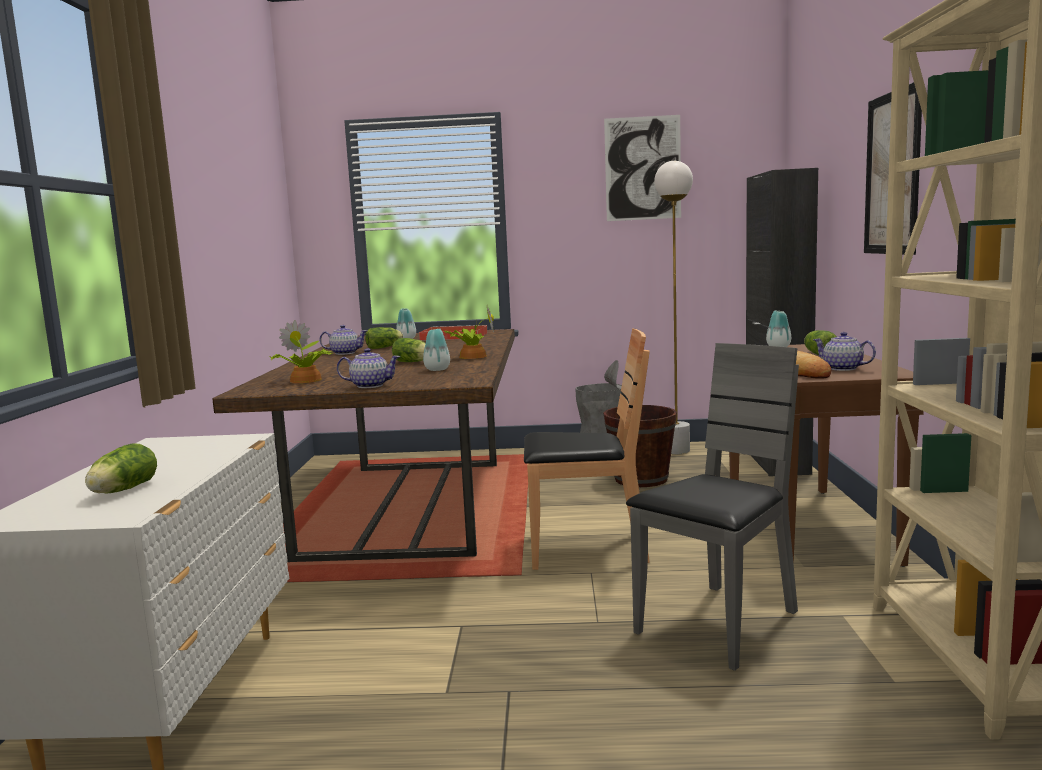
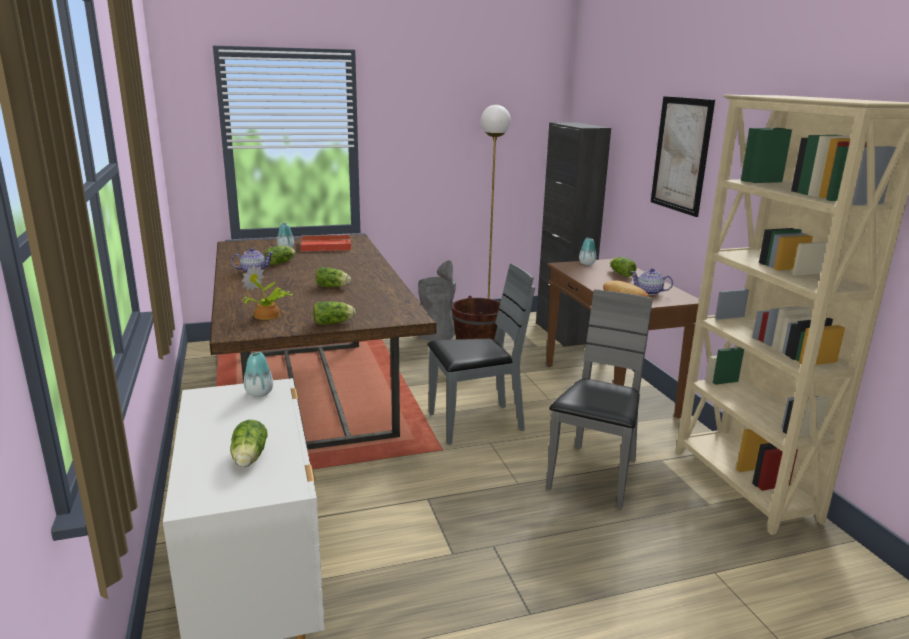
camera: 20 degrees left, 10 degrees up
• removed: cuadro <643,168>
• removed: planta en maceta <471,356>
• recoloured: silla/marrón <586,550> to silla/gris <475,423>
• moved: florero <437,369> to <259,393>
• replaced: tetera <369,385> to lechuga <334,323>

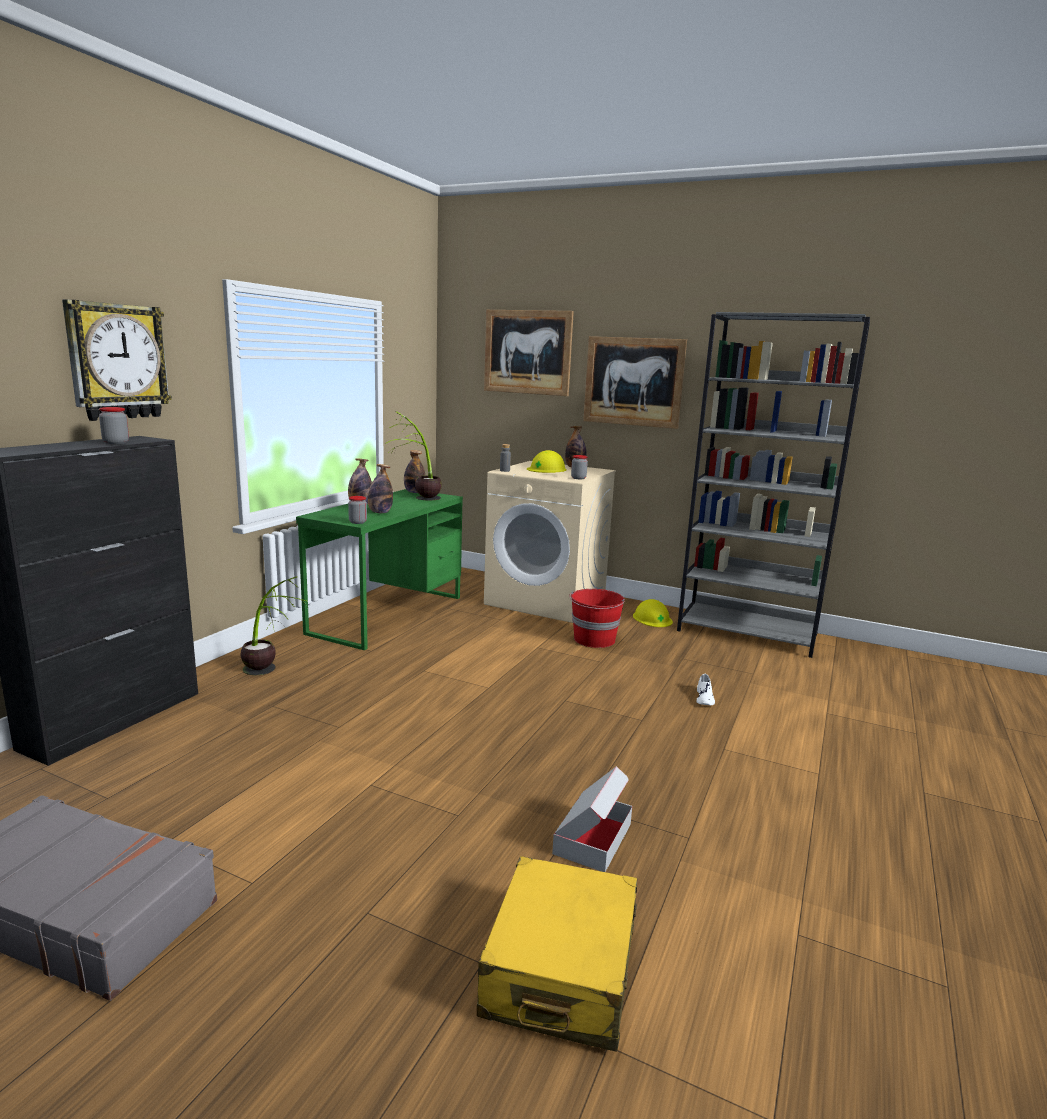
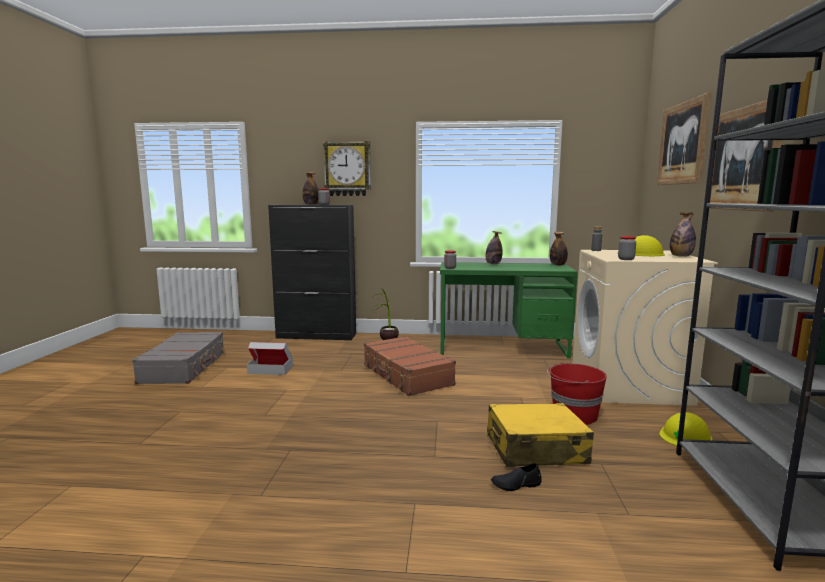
camera: 70 degrees right, 5 degrees down
• removed: planta en maceta <417,500>
• moved: botella <380,512> to <311,204>
• recoloured: zapato/blanco <704,698> to zapato/negro <516,484>
• moved: caja de cartón <592,838> to <270,370>
• moved: maleta/amarillo <560,971> to <535,449>
• added: maleta/marrón <406,375>

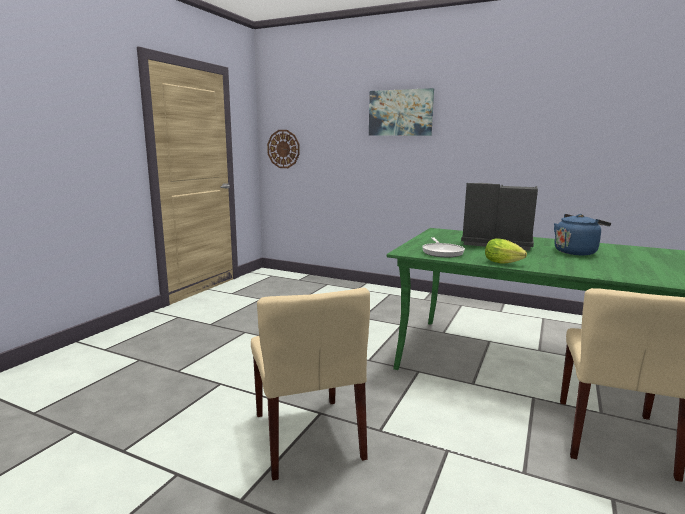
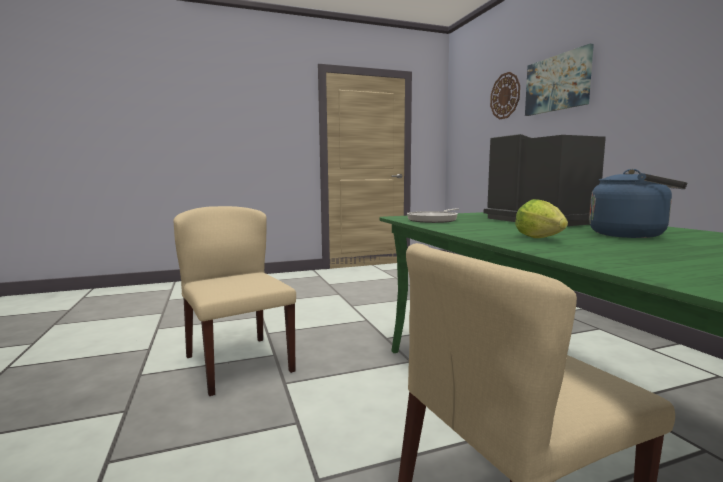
camera: 45 degrees right, 5 degrees down
• moved: reloj de pared <283,149> to <505,96>
• moved: lechuga <504,263> to <542,239>
• turned: silla/beis <308,436> = <238,363> 120 degrees clockwise

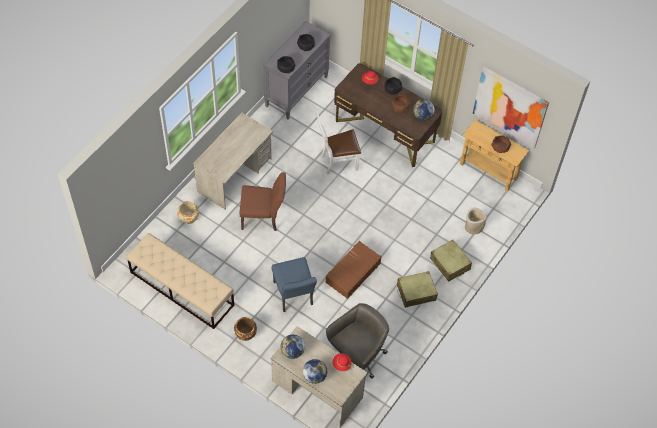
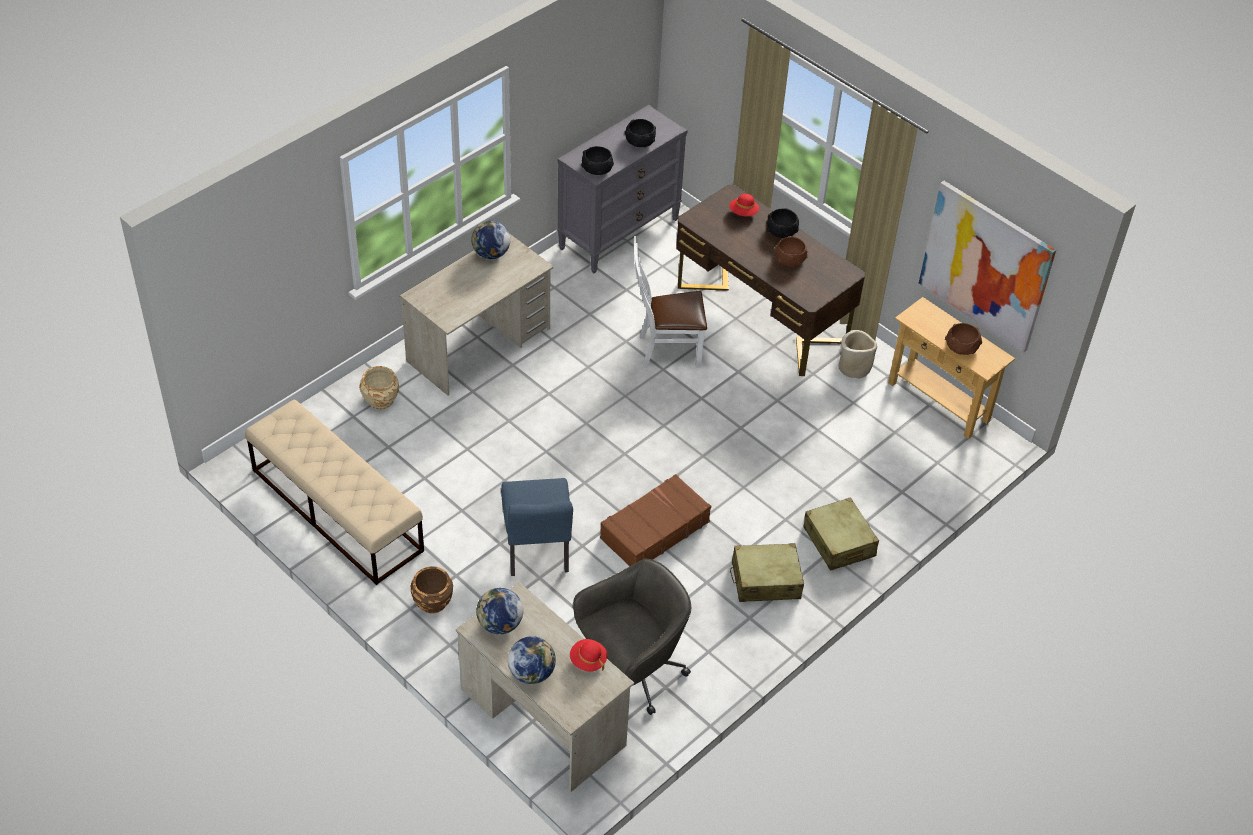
camera: 10 degrees right, 10 degrees down
• moved: globo terráqueo <422,116> to <491,254>
• removed: silla/marrón <263,218>
• moved: maceta/beis <473,227> to <854,367>

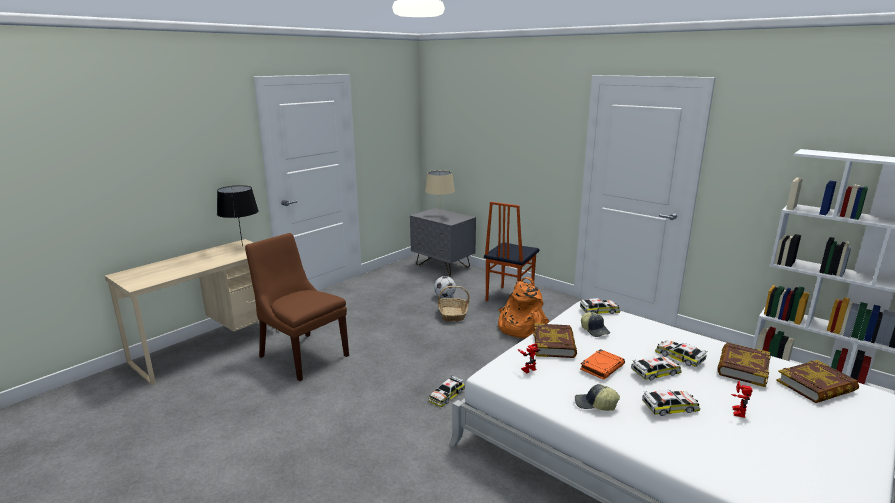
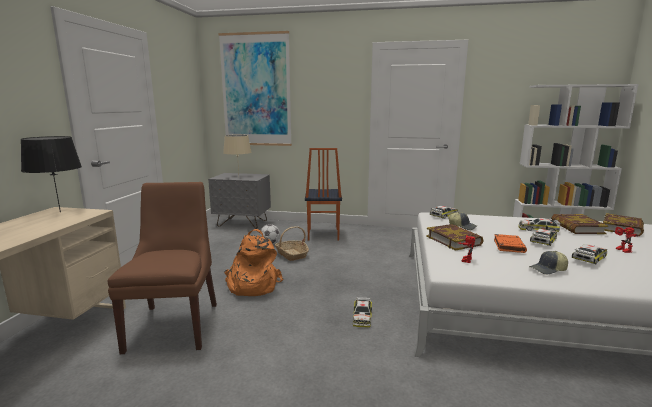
camera: 30 degrees left, 5 degrees down
• turned: silla/marrón <302,355> = <174,325> 75 degrees clockwise
• moved: mochila/naranja <520,327> to <252,286>
• added: cuadro <256,90>

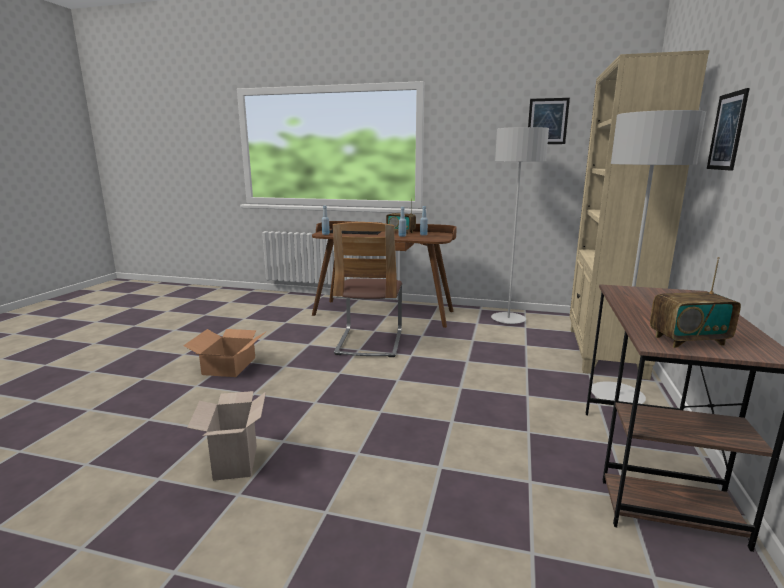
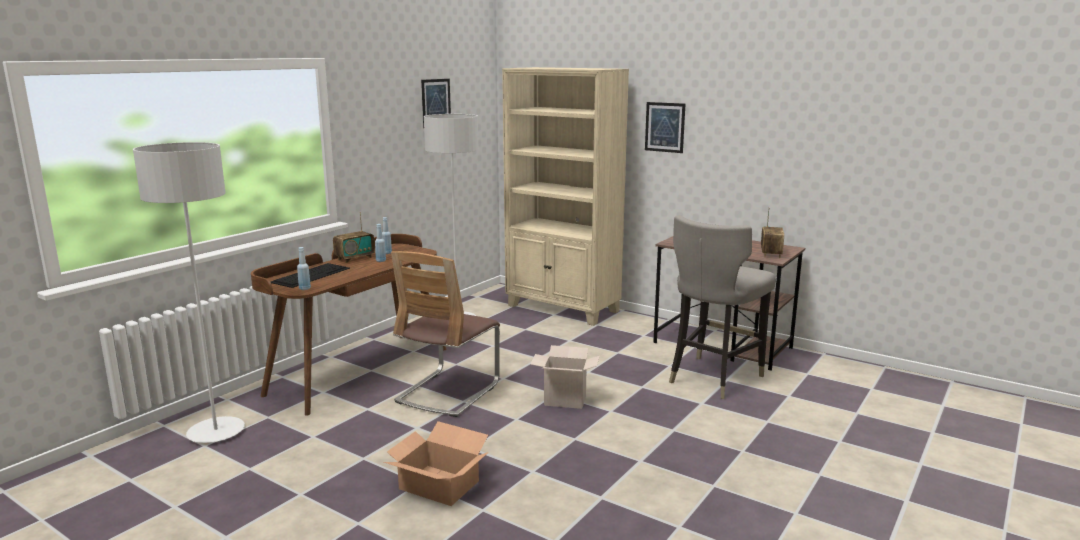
camera: 70 degrees left, 0 degrees up
• moved: lámpara de pie/gris <617,396> to <216,432>
• turned: silla <369,342> = <448,392> 90 degrees clockwise
• moved: caja de cartón <234,461> to <563,401>
• added: taburete/gris <712,378>

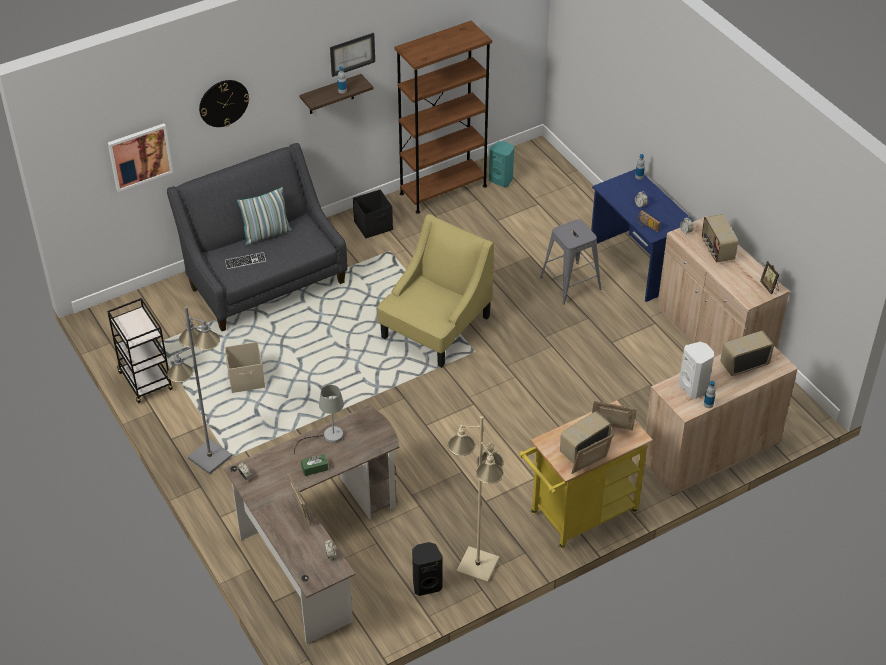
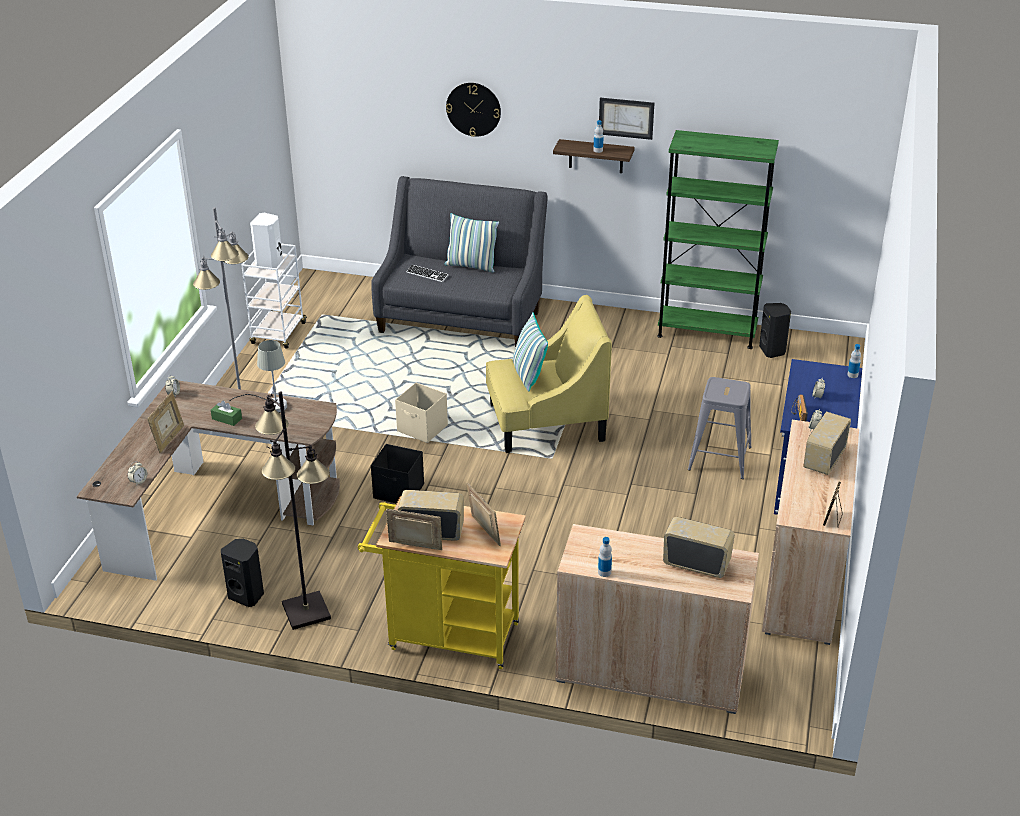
camera: 45 degrees right, 10 degrees down
• recoloured: estantería/marrón <443,190> to estantería/verde <707,332>
• removed: cuadro <140,156>
• recoloured: altavoz/turquesa <501,180> to altavoz/negro <773,351>
• moved: caja de almacenaje/negro <374,226> to <399,492>
• recoloured: carrito/negro <146,382> to carrito/blanco <278,334>
• moved: caja de almacenaje/beis <247,379> to <422,429>
• moved: altavoz/blanco <694,387> to <270,263>
• recoloured: lámpara de pie/beis <477,565> to lámpara de pie/negro <306,611>
• added: cojín <528,375>

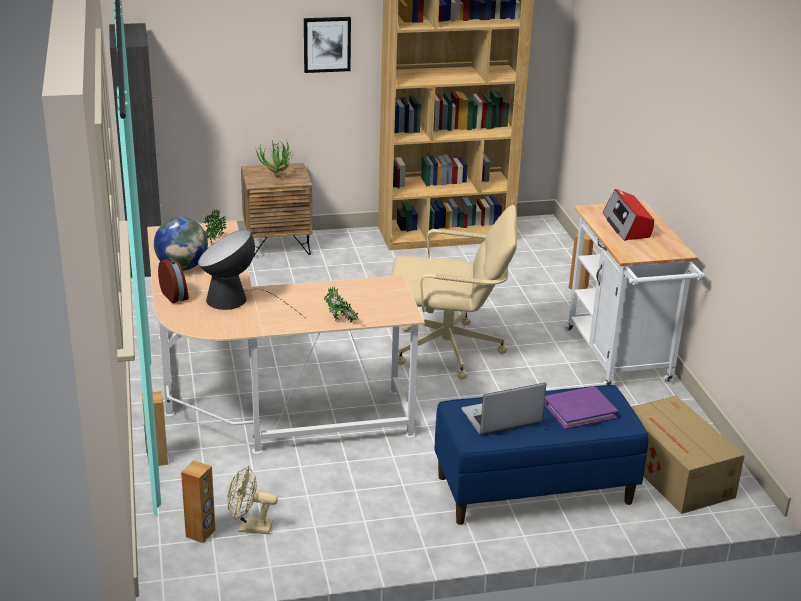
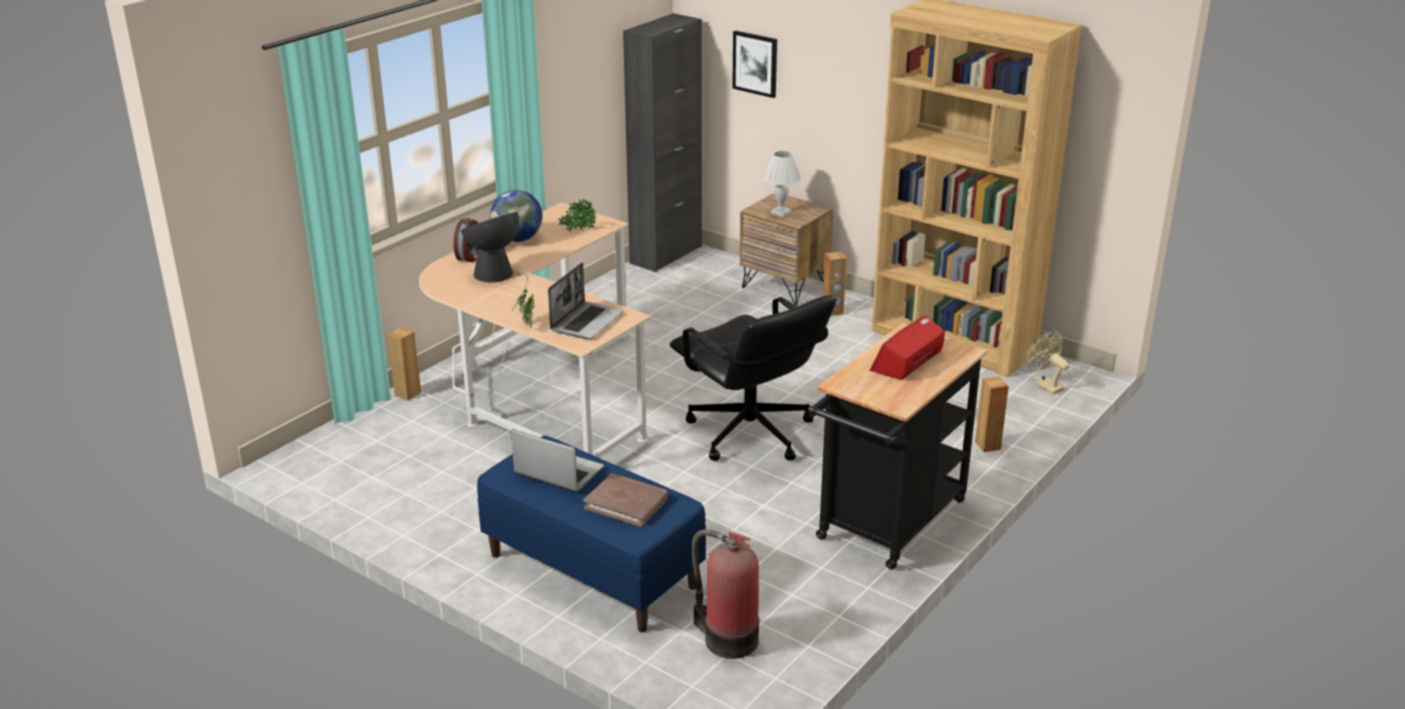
camera: 50 degrees right, 0 degrees up
• moved: cuadro <327,44> to <755,63>
• replaced: planta en maceta <276,179> to lámpara de mesa/blanco <780,212>
• recoloured: carrito/blanco <620,360> to carrito/negro <887,526>
• recoloured: silla de oficina/beis <449,351> to silla de oficina/negro <750,434>
• recoloured: libro/morado <579,410> to libro/marrón <626,503>
• replaced: caja de cartón <675,474> to extintor <727,638>
• moved: altavoz/marrón <201,533> to <832,312>
• moved: ventilador/beis <249,527> to <1044,385>
• added: portátil <586,321>

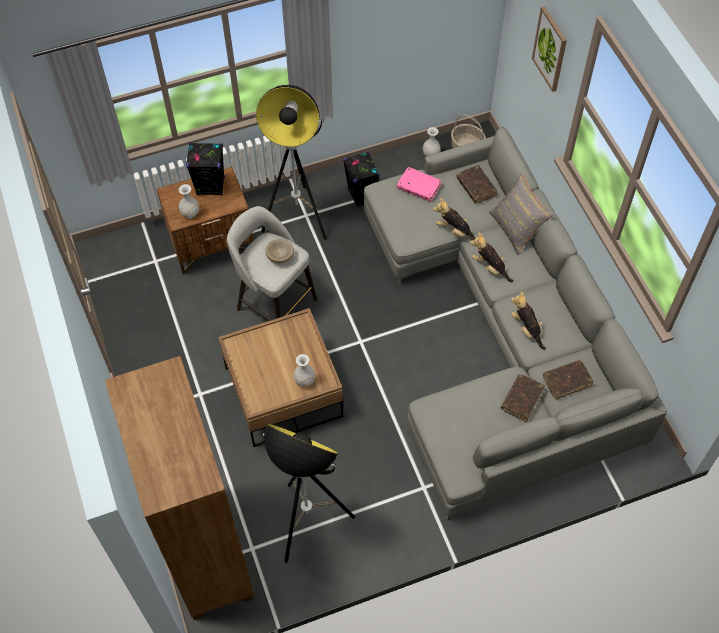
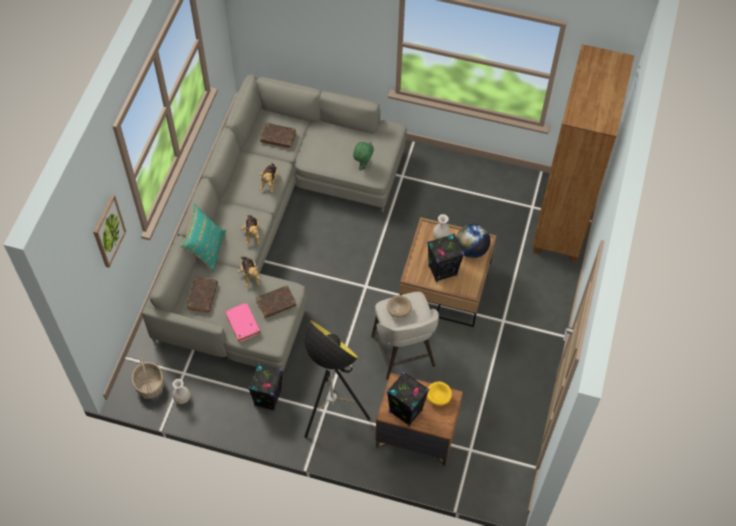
camera: 145 degrees left, 0 degrees up
• recoloured: cojín/gris <517,228> to cojín/turquesa <206,249>
• replaced: florero/blanco <190,213> to cuenco/amarillo <438,397>
• moved: libro/marrón <522,400> to <276,304>
• removed: lámpara de pie <308,523>
• added: peluche/verde <363,165>
• added: globo terráqueo <471,250>
• added: altavoz/negro <442,270>

